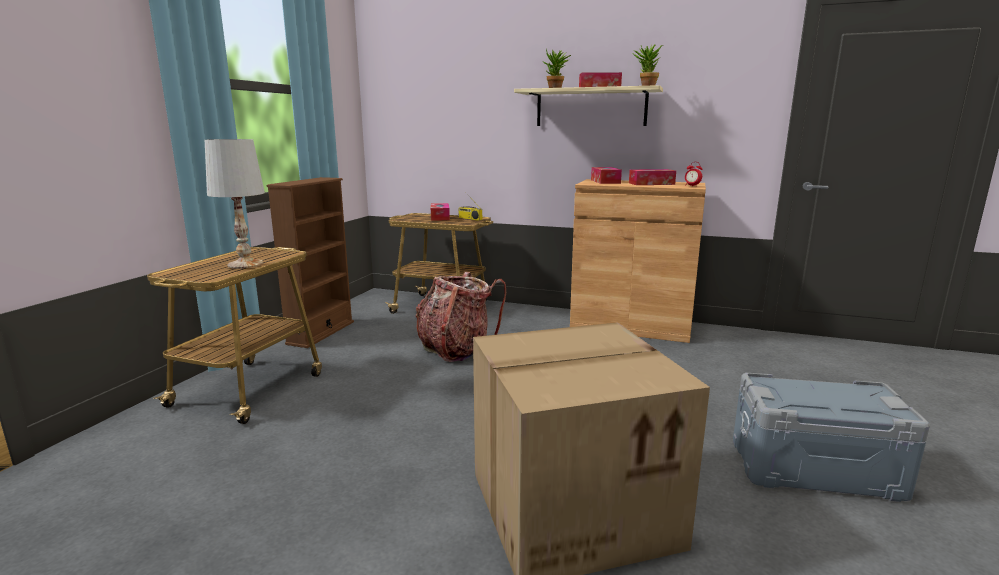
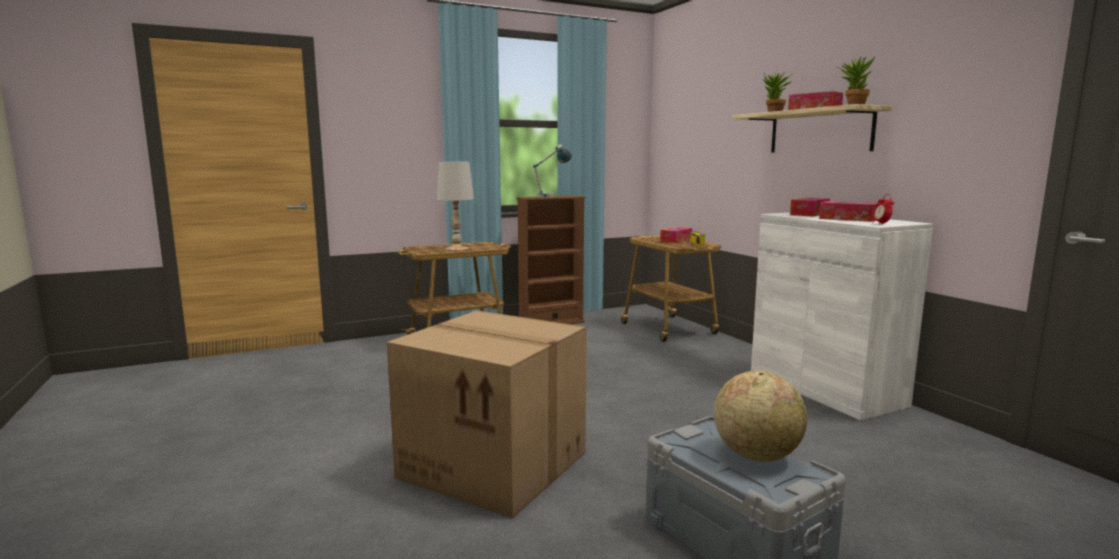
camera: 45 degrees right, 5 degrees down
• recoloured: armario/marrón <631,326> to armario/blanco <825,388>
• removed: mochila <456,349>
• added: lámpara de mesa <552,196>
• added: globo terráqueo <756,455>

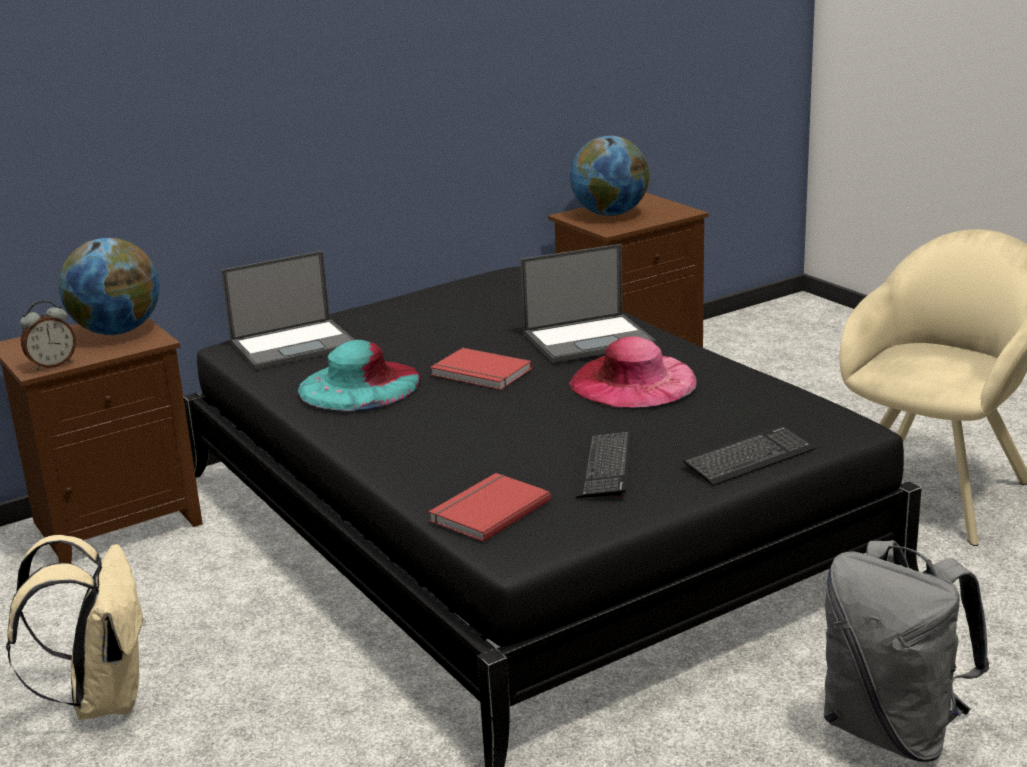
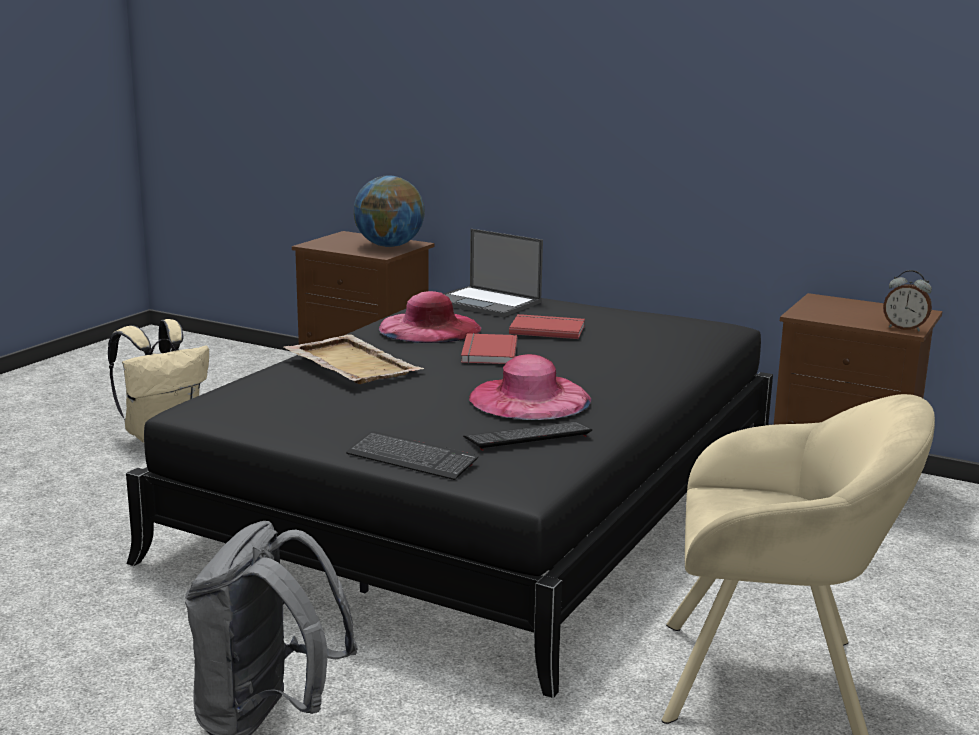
camera: 60 degrees right, 5 degrees down
• removed: globo terráqueo <610,214>
• removed: portátil <589,339>
• moved: despertador <52,365> to <904,328>
• recoloured: sombrero/turquesa <360,385> to sombrero/rosa <429,328>
• moved: teclado <605,467> to <528,437>
• moved: libro/rojo <487,510> to <547,329>
• added: bandeja/beis <351,363>

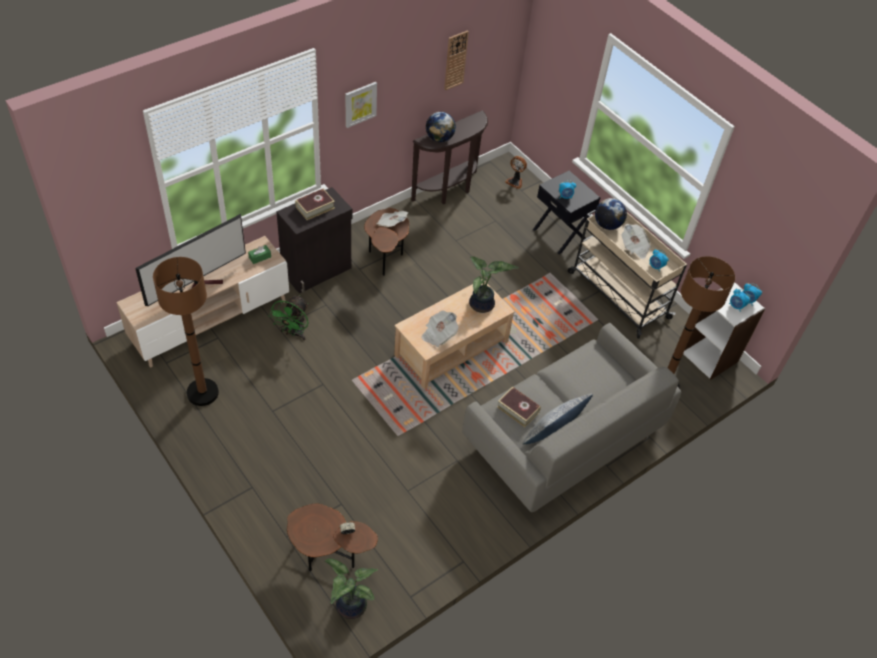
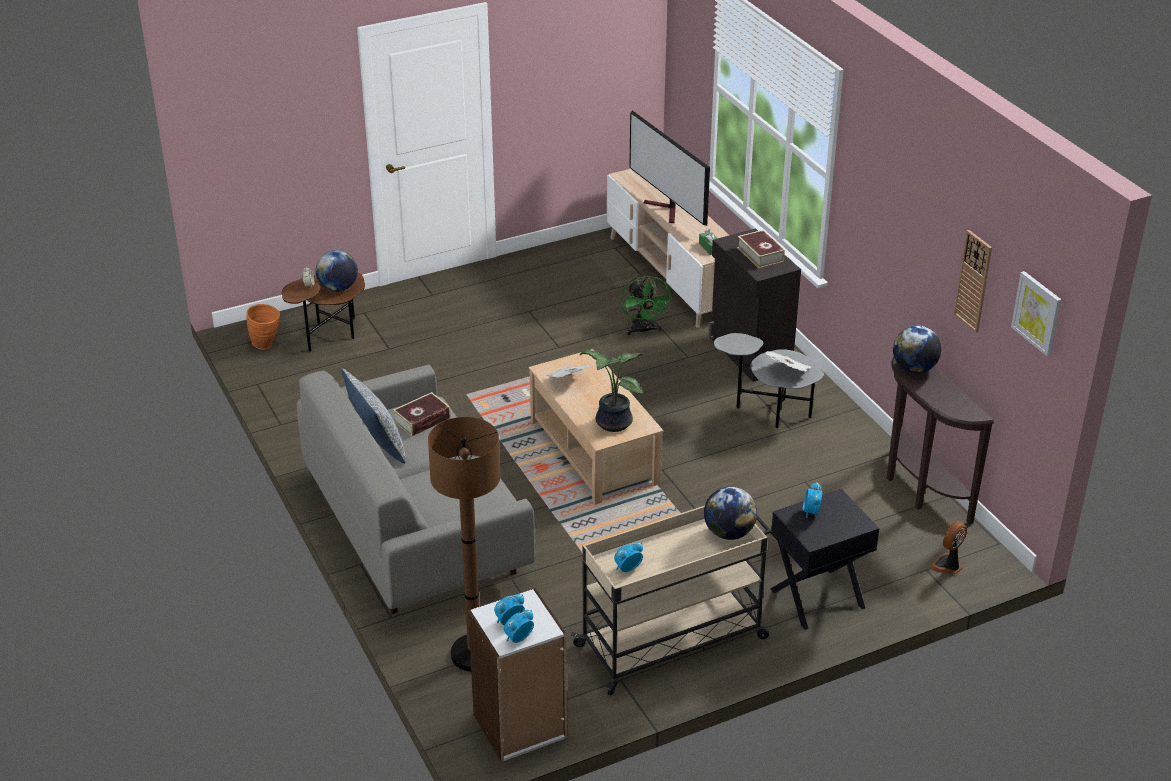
camera: 105 degrees right, 15 degrees down
• moved: cuadro <360,104> to <1037,313>
• recoloured: mesa auxiliar/marrón <385,258> to mesa auxiliar/gris <769,412>
• removed: periódico <634,247>
• removed: lámpara de pie/marrón <202,393>
• turned: ventilador/verde <293,333> = <643,331> 135 degrees counterclockwise
• replaced: planta en maceta <349,606> to florero/naranja <267,345>
• added: globo terráqueo <338,288>

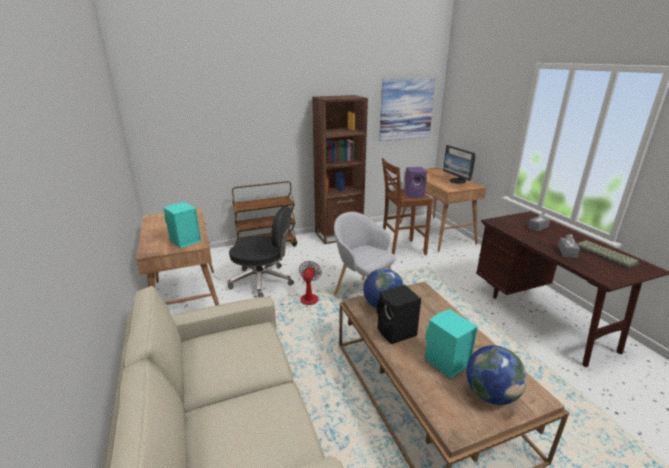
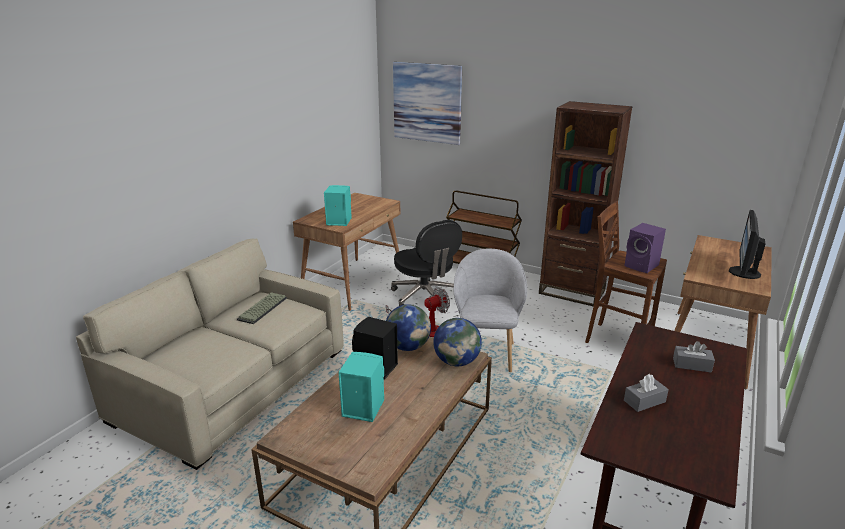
camera: 50 degrees right, 0 degrees up
• moved: cuadro <406,109> to <427,103>
• moved: teclado <606,255> to <263,309>
• moved: globo terráqueo <490,394> to <457,362>

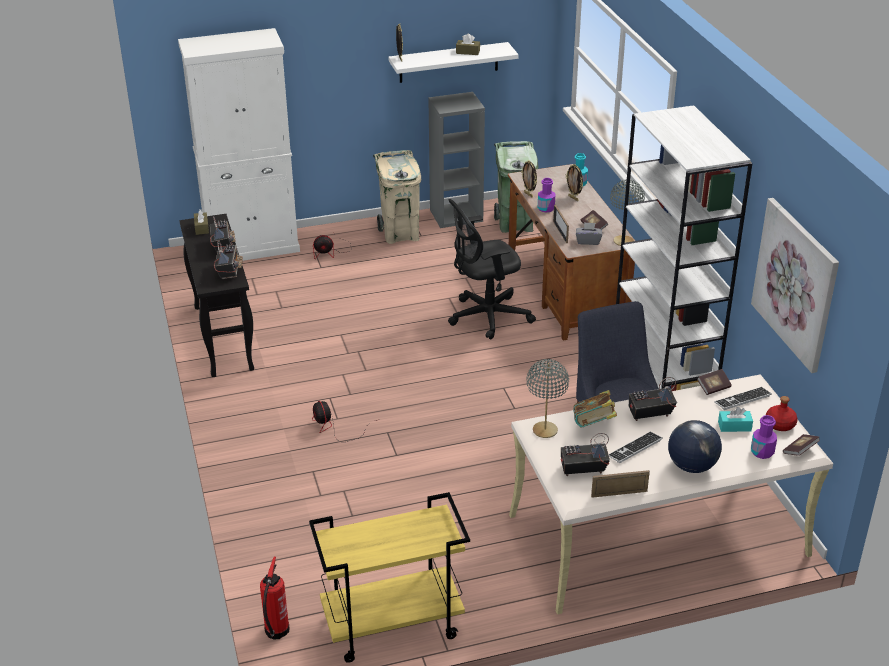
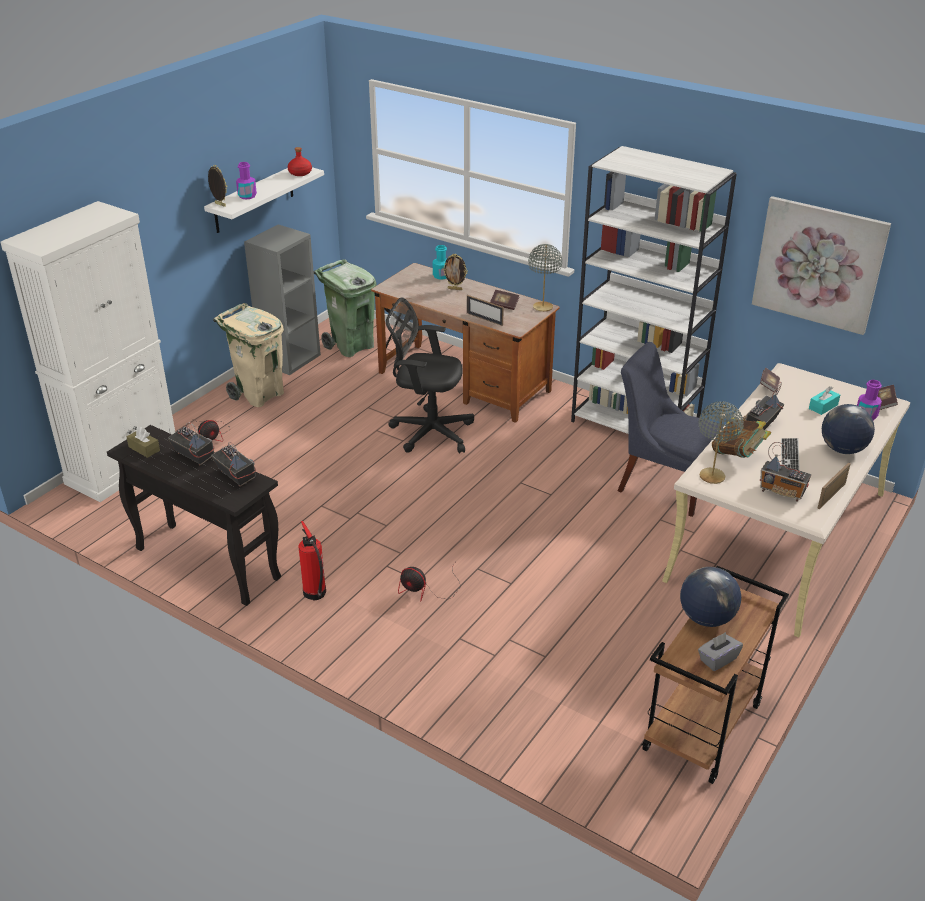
camera: 40 degrees left, 0 degrees up
• removed: caja de pañuelos/marrón <468,52>
• removed: portarretratos <529,194>
• moved: botella/morado <546,208> to <247,196>
• turned: silla de oficina/negro <485,317> = <428,432> 75 degrees clockwise
• moved: caja de pañuelos/gris <588,241> to <717,659>
• removed: teclado <742,399>
• moved: botella/rojo <780,424> to <300,173>
• turned: radio <582,470> = <782,492> 105 degrees counterclockwise
• recoloured: carrito/amarillo <391,626> to carrito/marrón <702,729>
• moved: extintor <276,632> to <315,594>
• added: globo terráqueo <706,618>

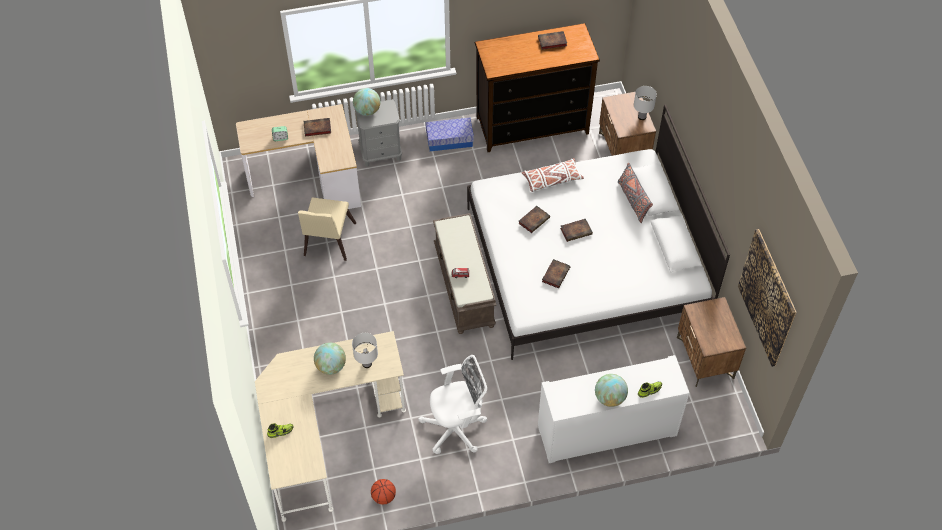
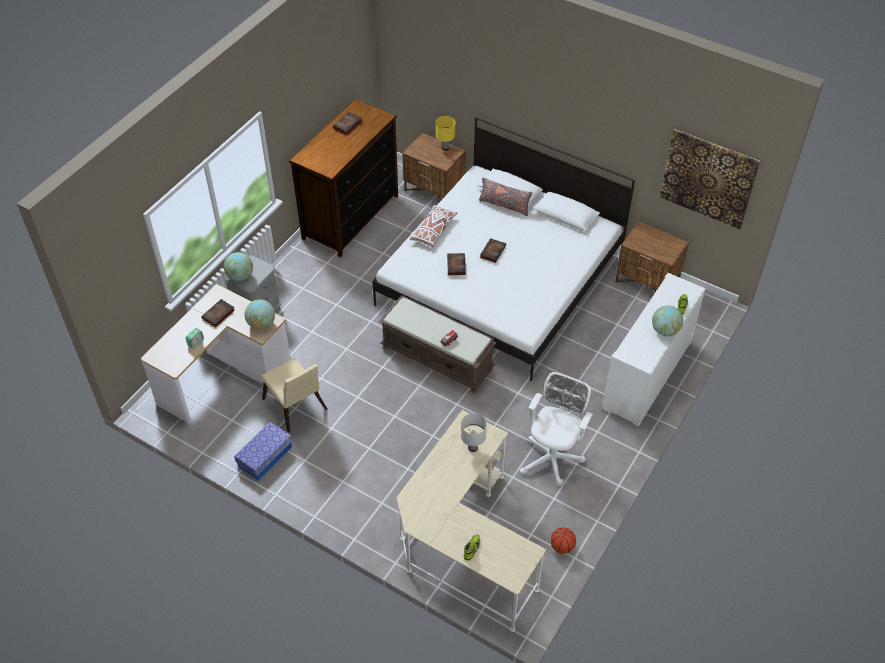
camera: 45 degrees left, 5 degrees down
• recoloured: lámpara de mesa/blanco <642,116> to lámpara de mesa/amarillo <445,147>
• moved: caja de almacenaje <449,140> to <265,456>
• removed: libro <556,274>
• moved: globo terráqueo <331,366> to <261,324>

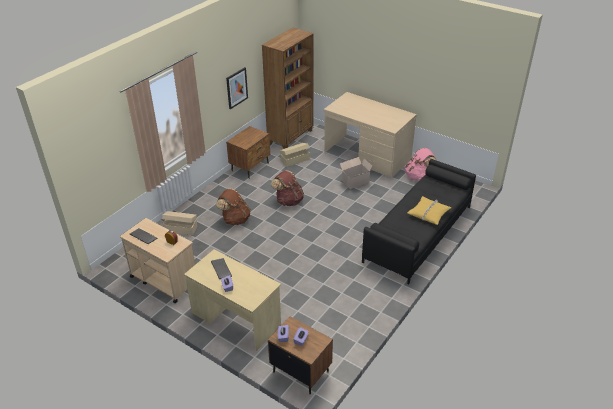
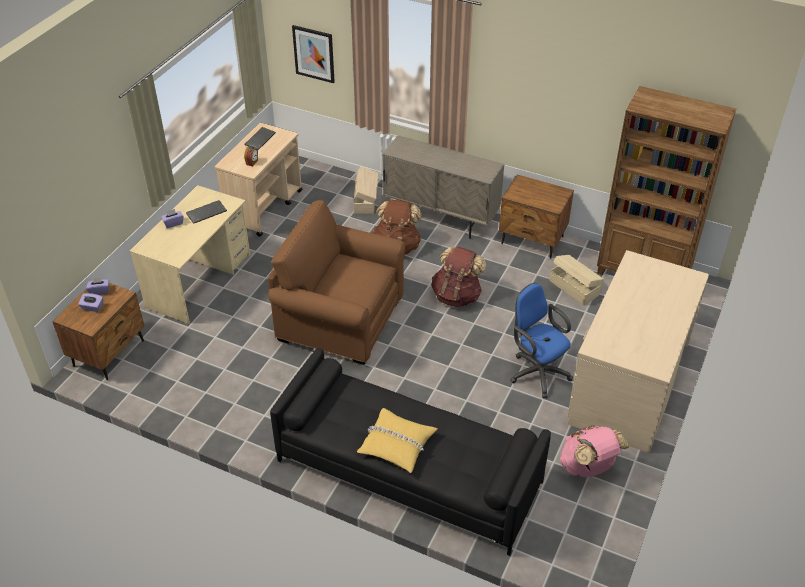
camera: 80 degrees right, 5 degrees up
• moved: cuadro <236,88> to <314,53>
• replaced: caja de cartón <354,181> to silla de oficina/azul <536,372>
• added: armario/beis <441,219>
• added: sillón/marrón <341,319>

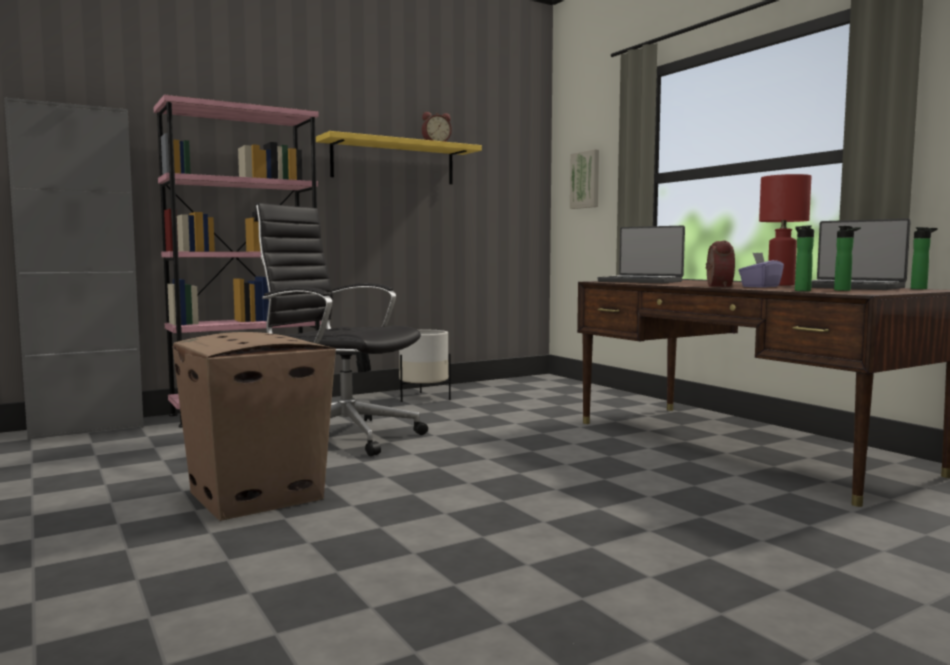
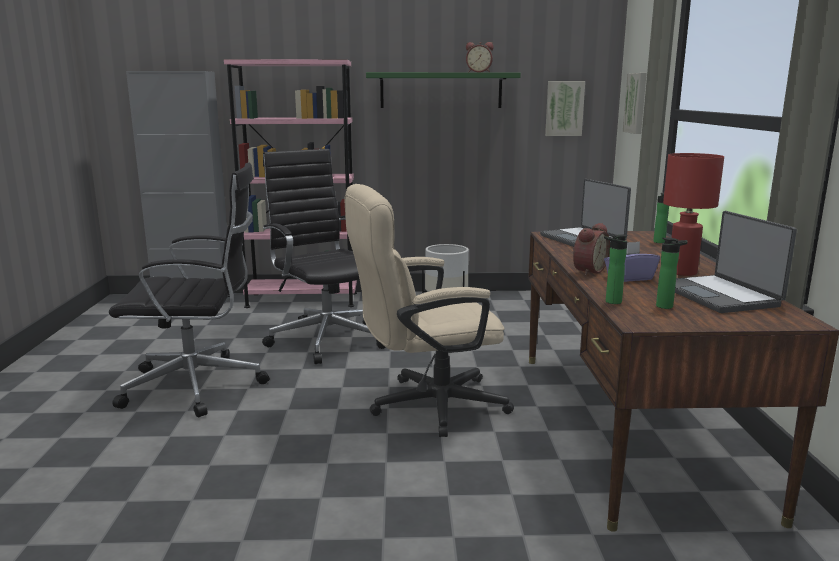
camera: 30 degrees right, 10 degrees up
• recoloured: estante/amarillo <393,162> to estante/verde <441,90>
• moved: botella <921,289> to <659,242>
• replaced: caja de cartón <257,496> to silla de oficina/negro <199,386>
• added: cuadro <564,108>
• added: silla de oficina/beis <426,406>

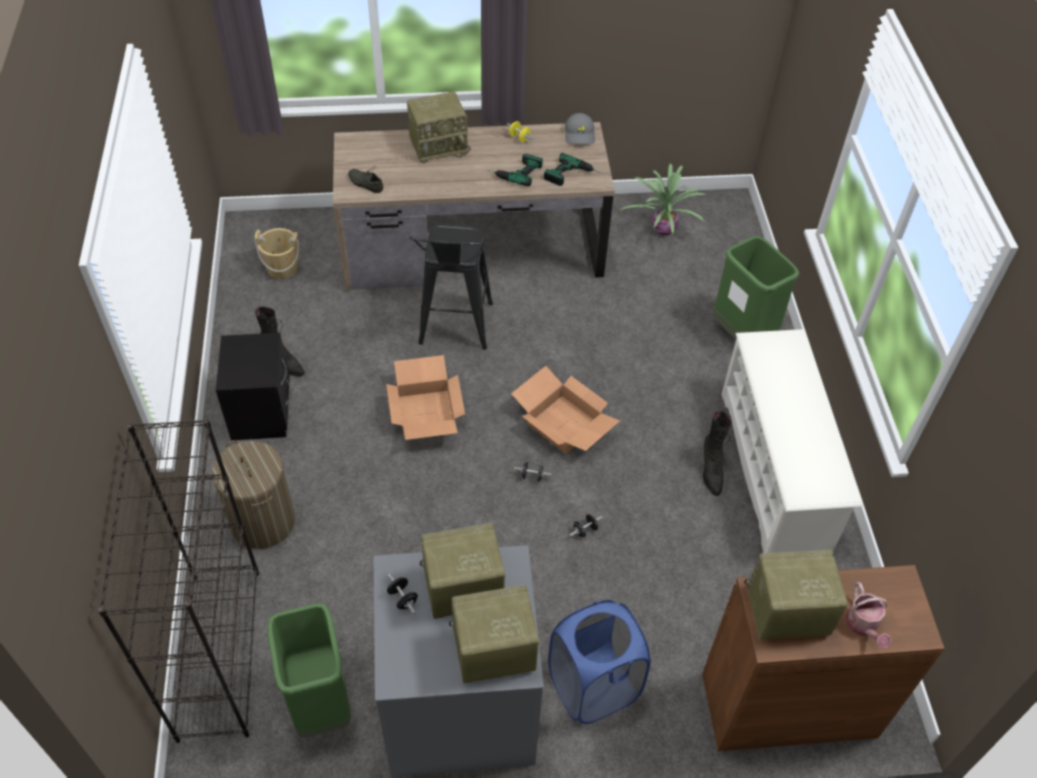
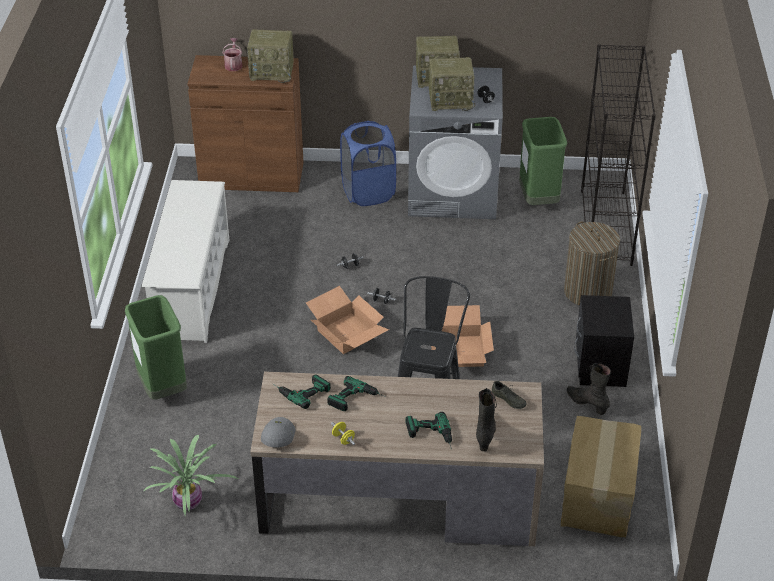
camera: 170 degrees left, 10 degrees down
• replaced: radio <439,145> to taladro <430,437>
• replaced: cubo/beis <282,268> to caja de cartón <599,497>
• moved: bota/negro <711,471> to <485,434>

